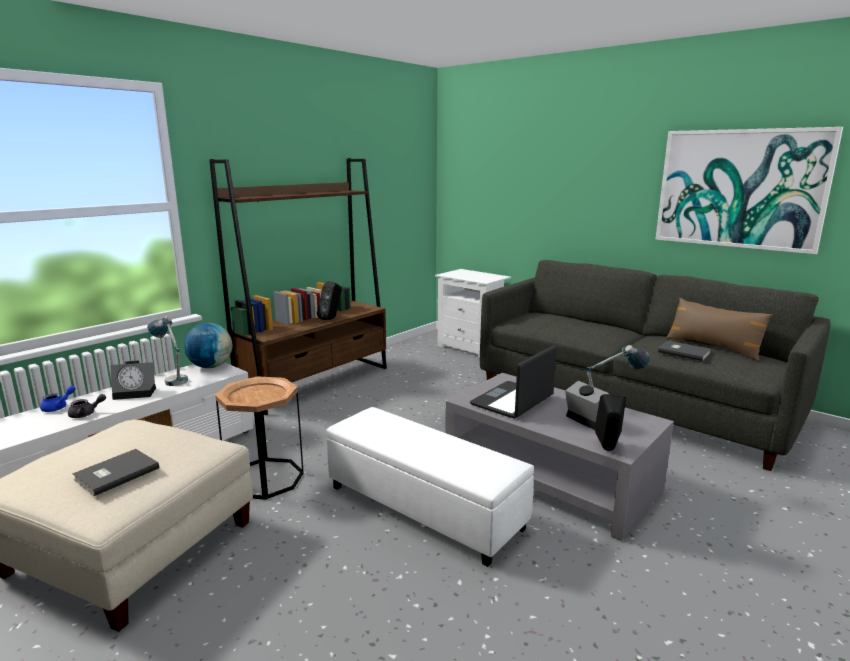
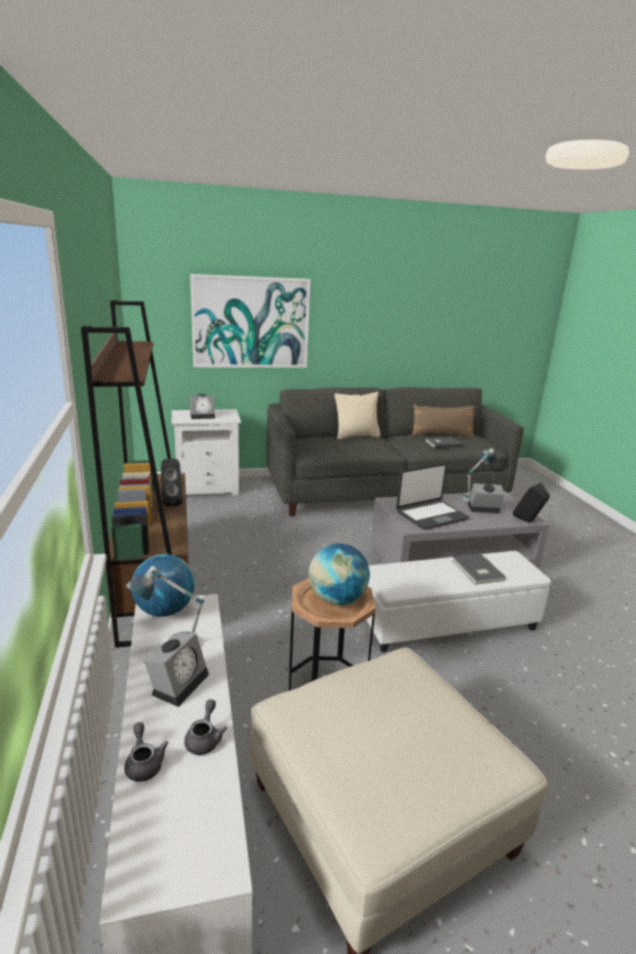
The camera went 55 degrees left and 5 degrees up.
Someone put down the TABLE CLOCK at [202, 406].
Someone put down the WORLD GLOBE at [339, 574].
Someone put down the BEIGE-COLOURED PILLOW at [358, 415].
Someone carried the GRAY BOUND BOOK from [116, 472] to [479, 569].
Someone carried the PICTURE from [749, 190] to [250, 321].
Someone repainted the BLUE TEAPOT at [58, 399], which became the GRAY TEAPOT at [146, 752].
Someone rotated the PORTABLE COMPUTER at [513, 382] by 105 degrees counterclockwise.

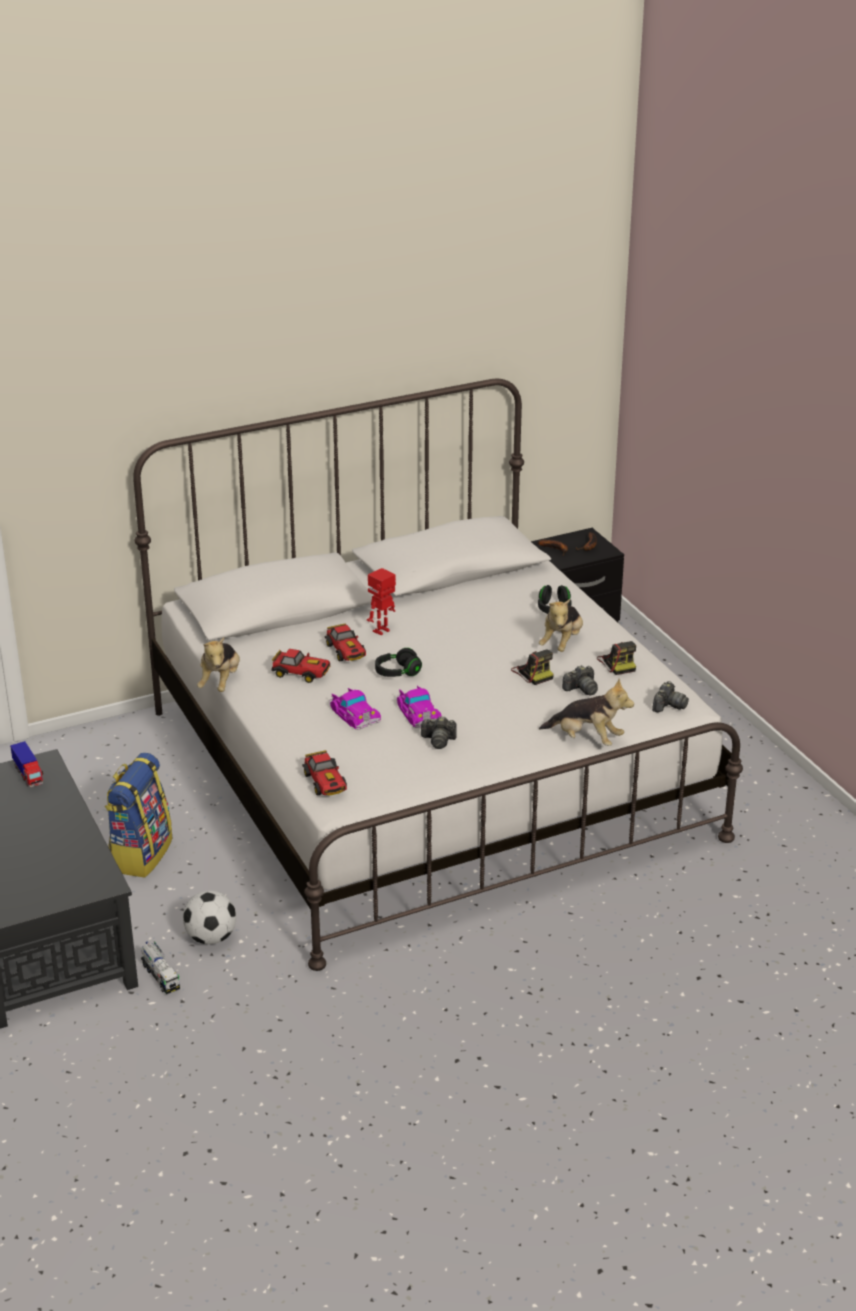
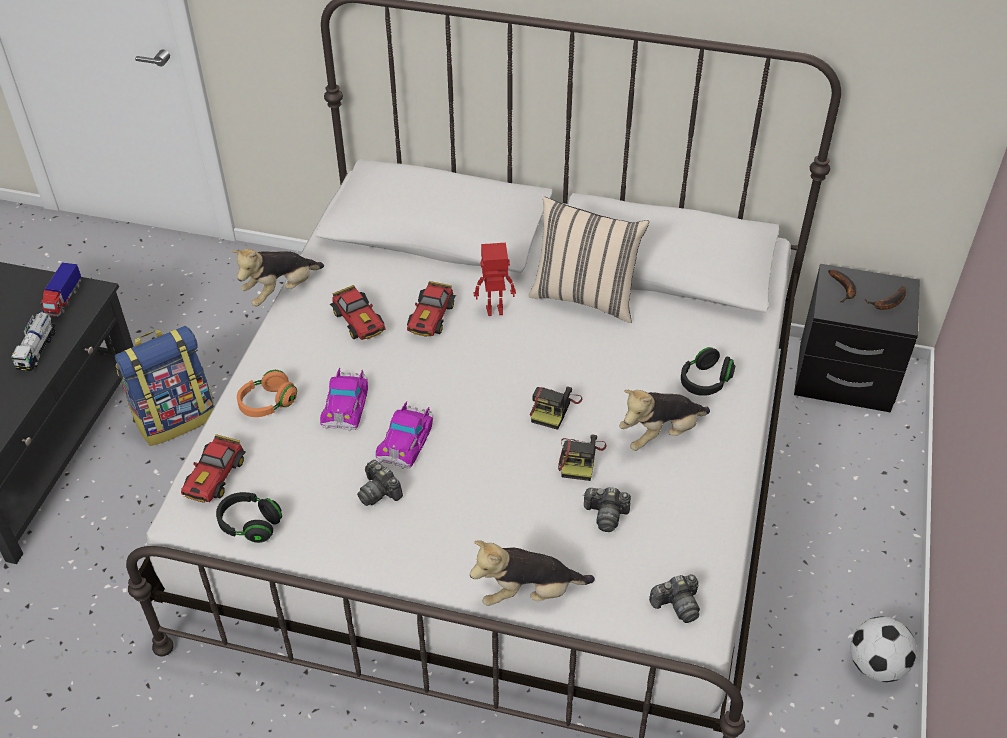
The camera went 40 degrees right and 15 degrees up.
Someone put down the ORANGE HEADPHONES at [267, 393].
Someone put down the BEIGE-COLOURED PILLOW at [588, 260].
Someone carried the TOY LORRY from [160, 967] to [33, 340].
Someone carried the FOOTBALL from [209, 917] to [883, 649].
Someone carried the BLACK-COLOURED HEADPHONES from [398, 662] to [249, 517].
Someone carried the STILL CAMERA from [616, 658] to [556, 408].
Someone rotated the PLUSH TOY at [586, 712] by 105 degrees clockwise.

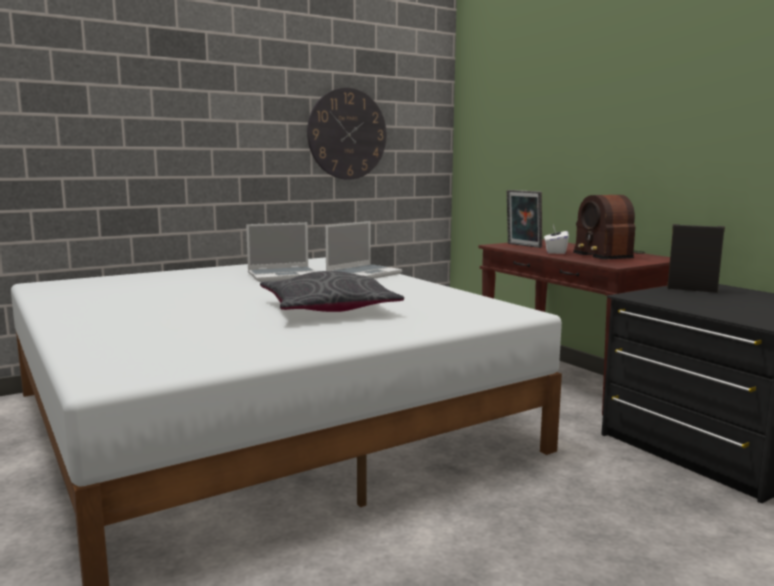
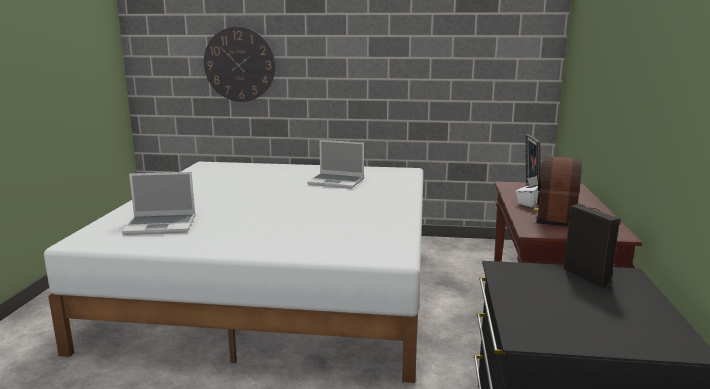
The camera went 40 degrees right and 5 degrees up.
Someone took away the GRAY PILLOW at [332, 291].
Someone carried the WALL CLOCK from [346, 134] to [239, 64].
Someone carried the PORTABLE COMPUTER from [363, 250] to [159, 203].

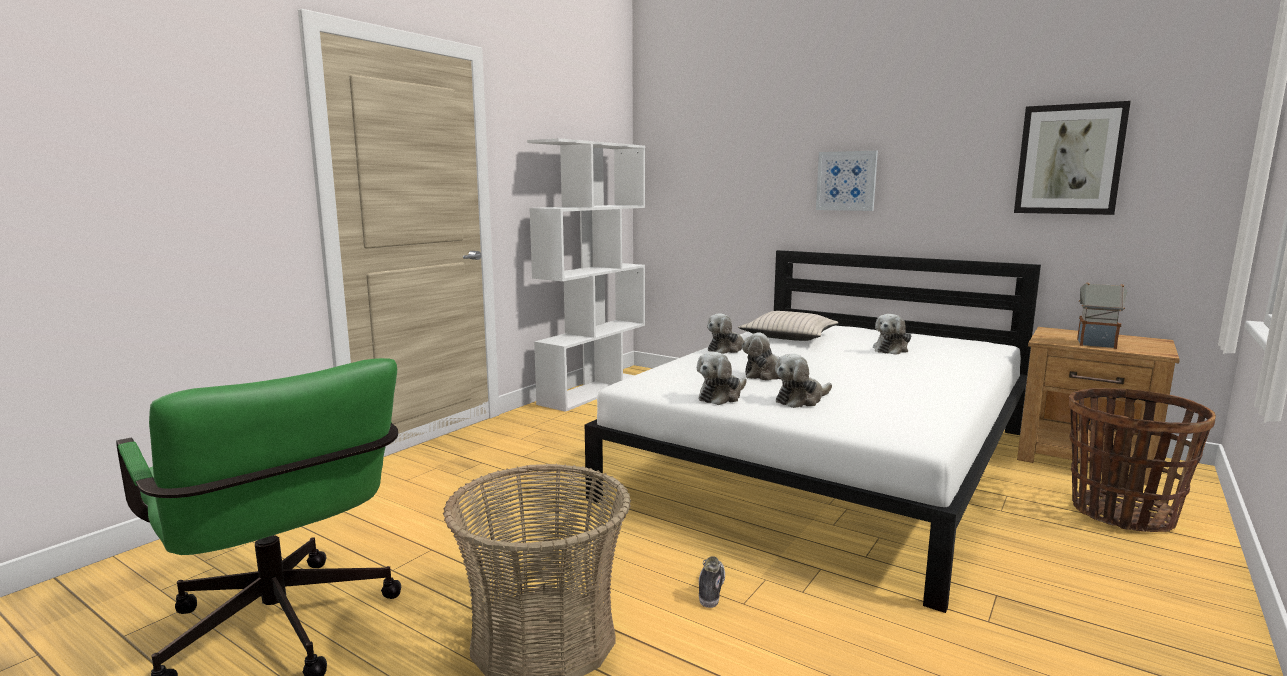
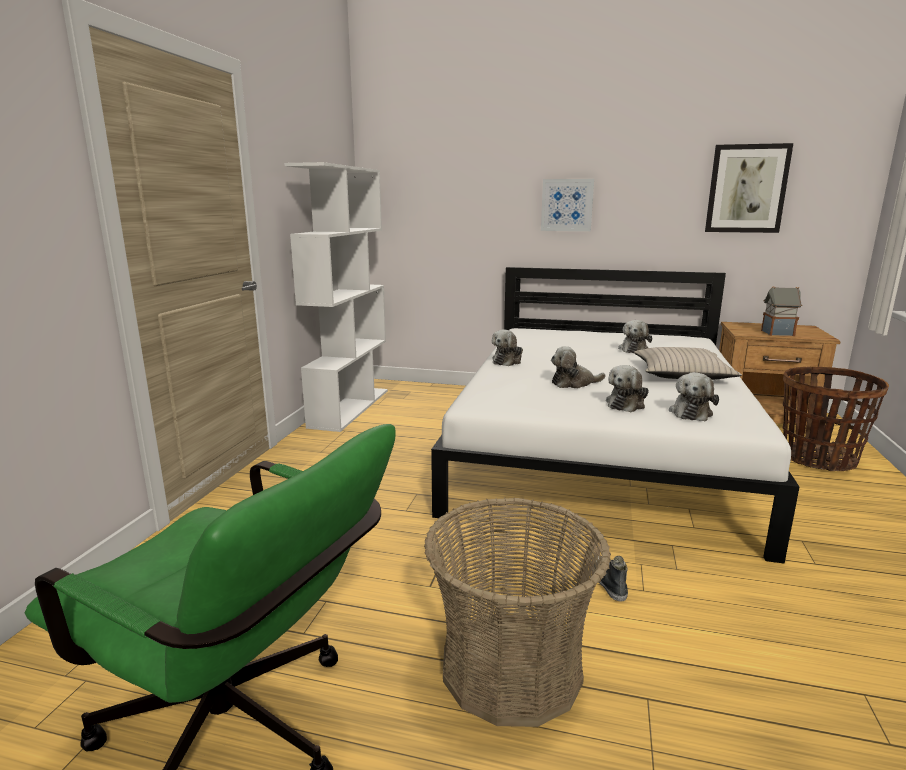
The camera went 20 degrees left and 5 degrees up.
Someone carried the PLUSH TOY from [722, 378] to [694, 396].
Someone carried the BEIGE-COLOURED PILLOW from [788, 326] to [688, 363].

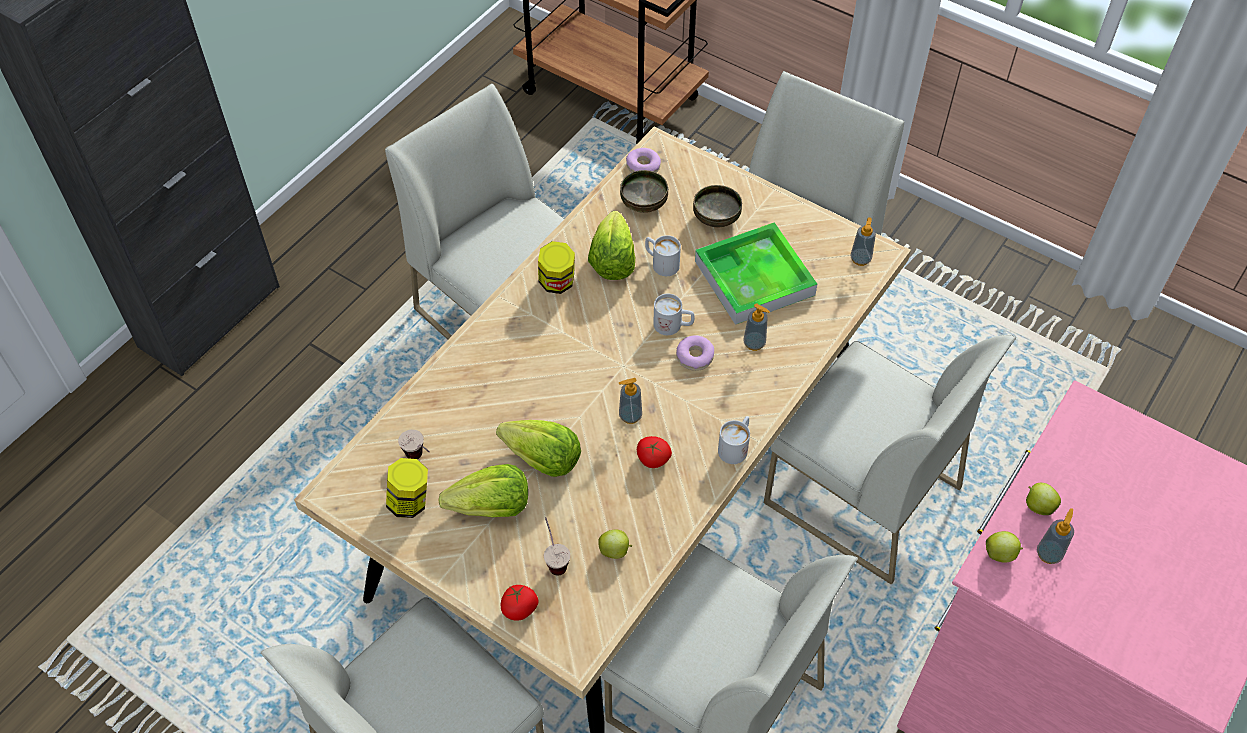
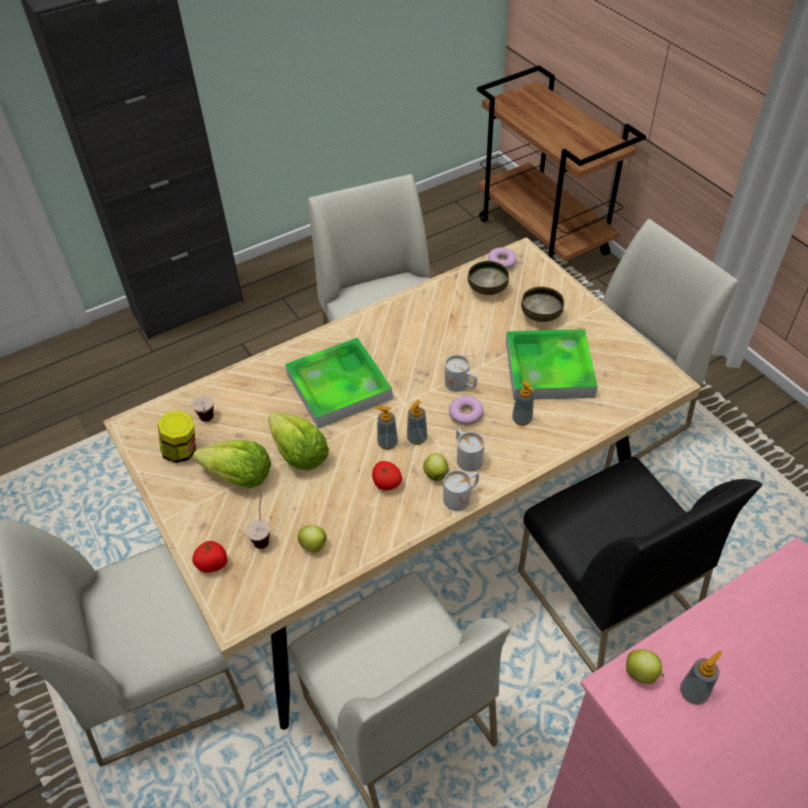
The camera went 25 degrees right and 5 degrees down.
Someone took away the PRESERVE JAR at [556, 267].
Someone took away the LETTUCE HEAD at [611, 245].
Someone put down the CARRYING TRAY at [339, 382].
Someone carried the WHITE-COLOURED TEA MUG from [663, 255] to [470, 450].
Someone carried the SOAP DISPENSER from [863, 241] to [417, 422].
Someone carried the APPLE from [1043, 499] to [436, 467].
Someone repainted the WHITE-COLOURED UPRIGHT CHAIR at [890, 460], which became the BLACK-COLOURED UPRIGHT CHAIR at [640, 565].

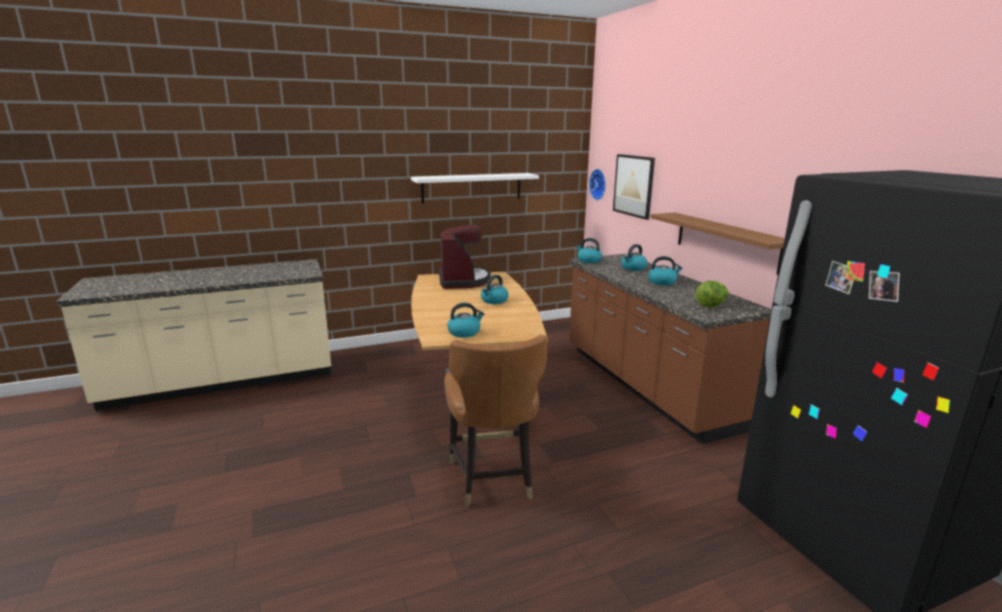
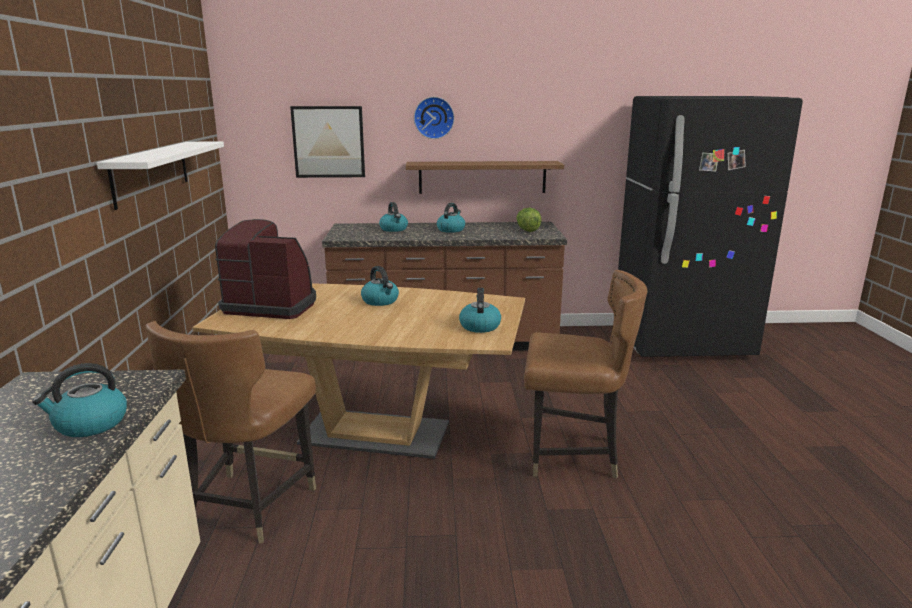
The camera went 70 degrees left and 0 degrees up.
Someone put down the BROWNISH UPRIGHT CHAIR at [231, 432].
Someone carried the TEA KETTLE from [589, 250] to [79, 400].
Someone carried the WALL CLOCK from [597, 184] to [434, 118].

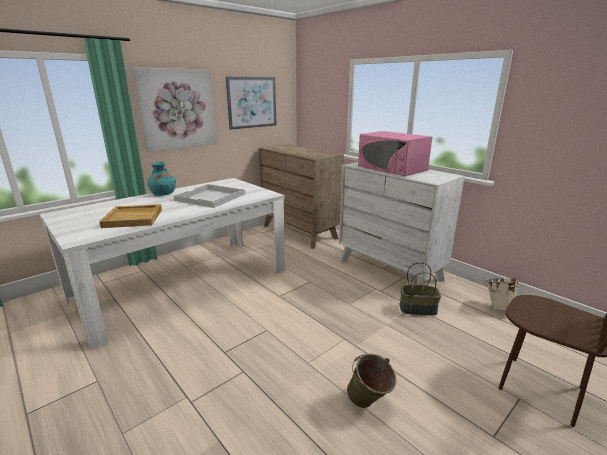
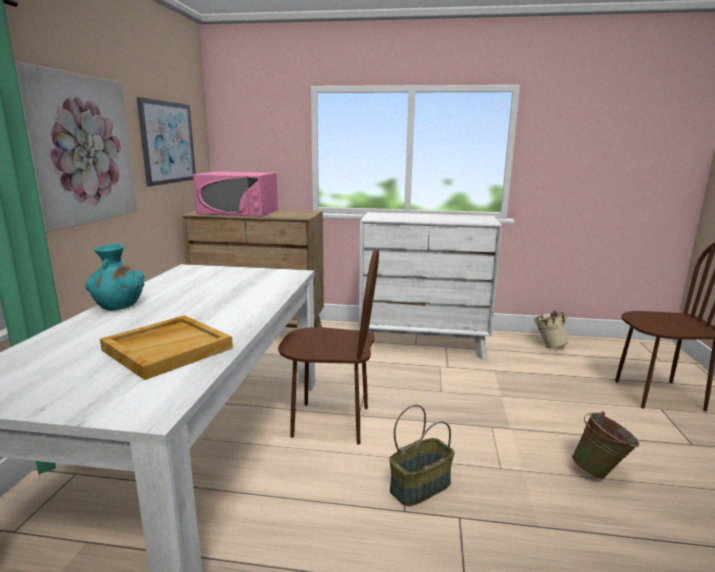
The camera went 40 degrees left and 5 degrees down.
Someone took away the WHITE-COLOURED CARRYING TRAY at [209, 196].
Someone put down the BROWNISH UPRIGHT CHAIR at [328, 346].
Someone carried the PINK-COLOURED KITCHEN MICROWAVE from [395, 153] to [235, 194].
Someone carried the HOUSEHOLD BASKET from [420, 288] to [422, 455].

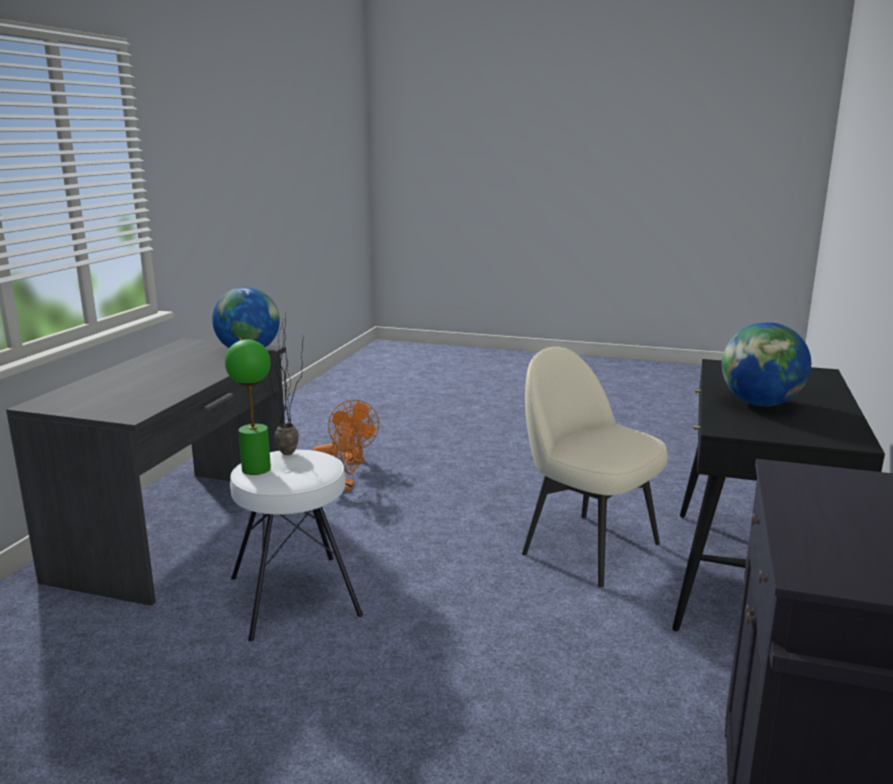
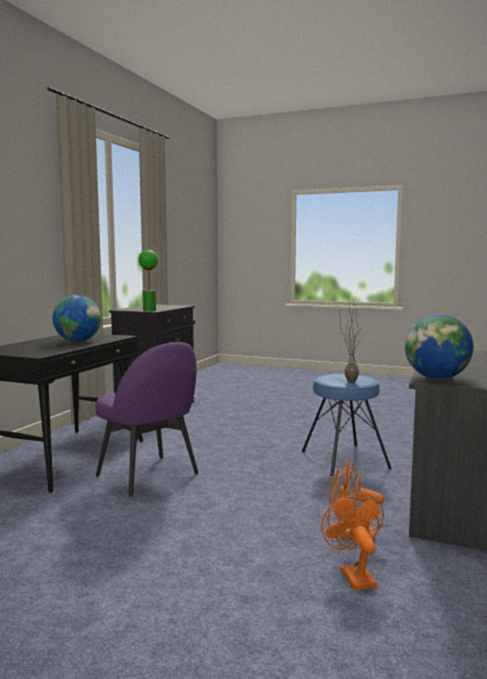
The camera went 175 degrees left and 10 degrees down.
Someone carried the GREEN LAMP FOR A TABLE from [248, 407] to [148, 280].
Someone repainted the WHITE-COLOURED STOOL at [296, 545], which became the BLUE STOOL at [347, 425].
Someone repainted the BEIGE-COLOURED UPRIGHT CHAIR at [595, 467], which became the PURPLISH UPRIGHT CHAIR at [147, 419].

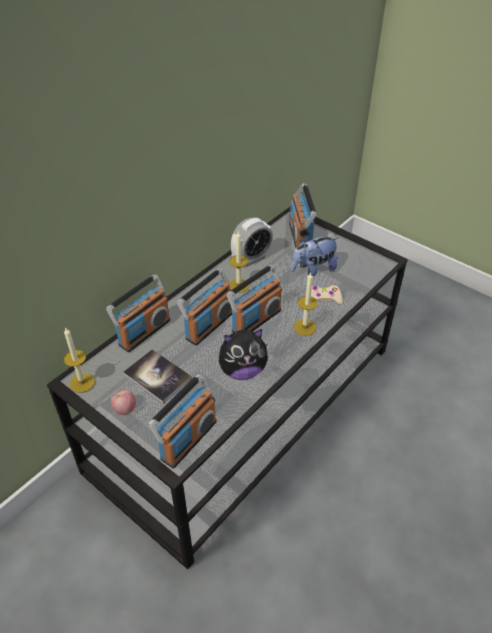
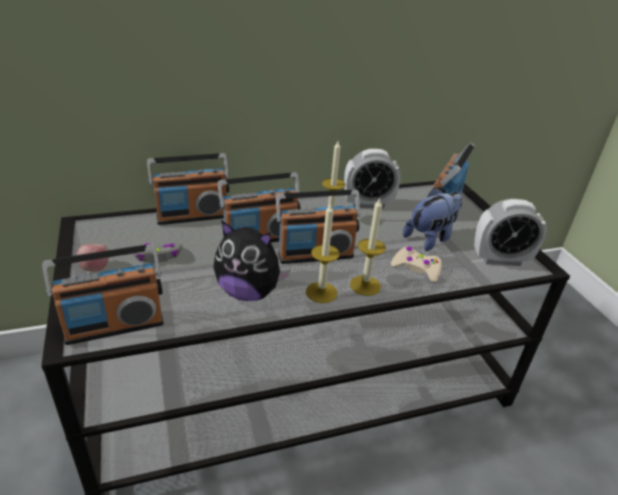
The camera went 30 degrees right and 10 degrees down.
Someone put down the TABLE CLOCK at [510, 232].
Someone carried the WAX CANDLE from [79, 360] to [323, 252].
Someone swapped the BOUND BOOK at [157, 376] for the GRAY JOYPAD at [157, 253].
Someone rotated the PLUSH TOY at [315, 255] by 135 degrees clockwise.

